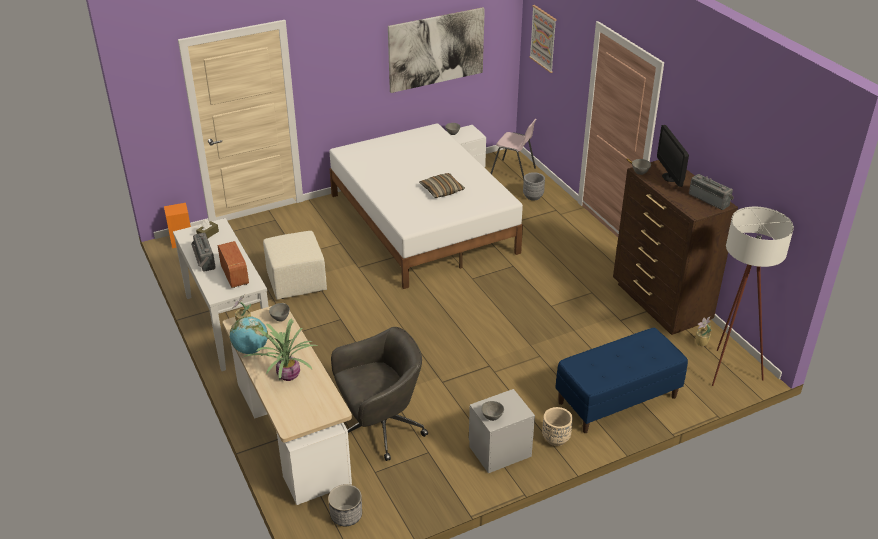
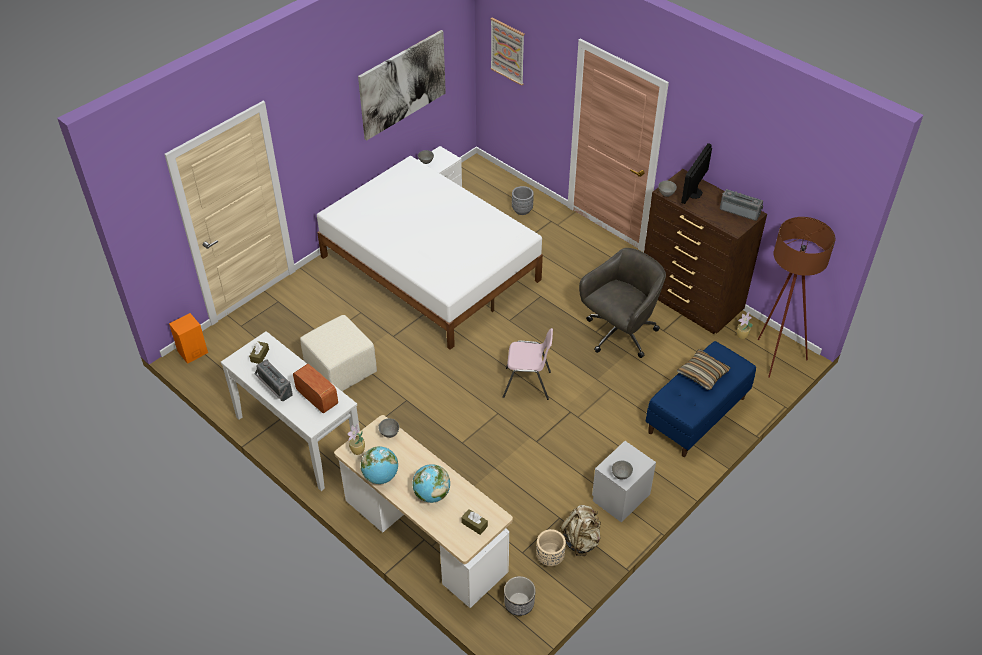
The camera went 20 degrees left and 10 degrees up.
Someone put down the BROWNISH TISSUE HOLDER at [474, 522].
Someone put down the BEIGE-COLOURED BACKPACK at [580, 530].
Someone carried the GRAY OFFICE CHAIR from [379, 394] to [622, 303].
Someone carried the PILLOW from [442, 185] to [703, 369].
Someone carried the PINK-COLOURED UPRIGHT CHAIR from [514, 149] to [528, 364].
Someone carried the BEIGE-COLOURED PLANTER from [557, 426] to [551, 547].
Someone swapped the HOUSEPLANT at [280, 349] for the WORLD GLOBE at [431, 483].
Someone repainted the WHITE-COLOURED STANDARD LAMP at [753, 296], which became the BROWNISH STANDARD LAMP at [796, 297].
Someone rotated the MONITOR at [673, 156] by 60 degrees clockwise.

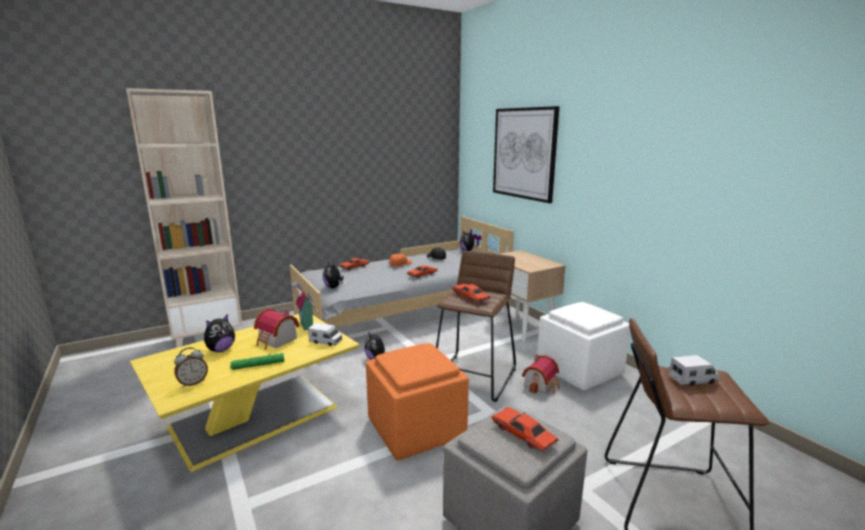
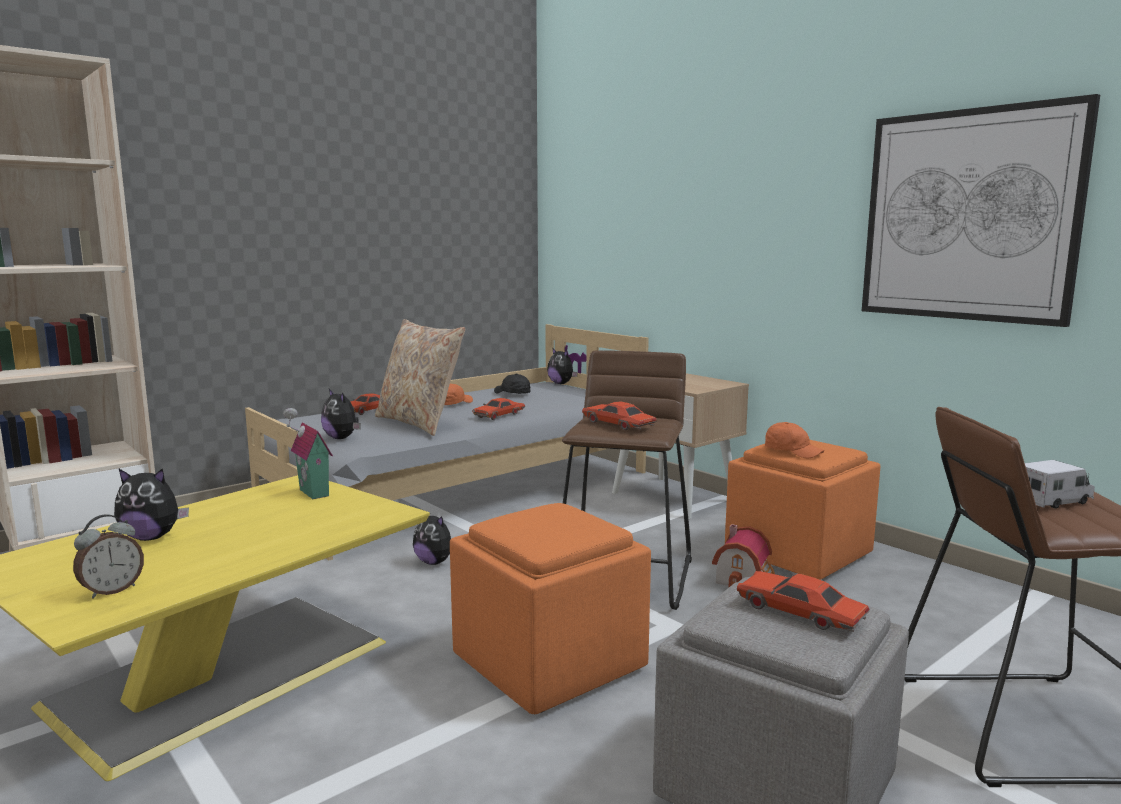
The camera went 10 degrees left and 5 degrees down.
Someone took away the GREEN TORCH at [257, 361].
Someone took away the MODEL HOUSE at [277, 329].
Someone took away the TOY LORRY at [325, 334].
Someone put down the BEIGE-COLOURED PILLOW at [420, 377].
Someone put down the ORANGE CAP at [794, 440].
Someone carried the PICTURE from [526, 154] to [981, 210].
Someone repainted the WHITE-COLOURED FOOTREST at [583, 346], which became the ORANGE FOOTREST at [802, 510].
Someone rotated the PLUSH TOY at [219, 333] by 60 degrees clockwise.

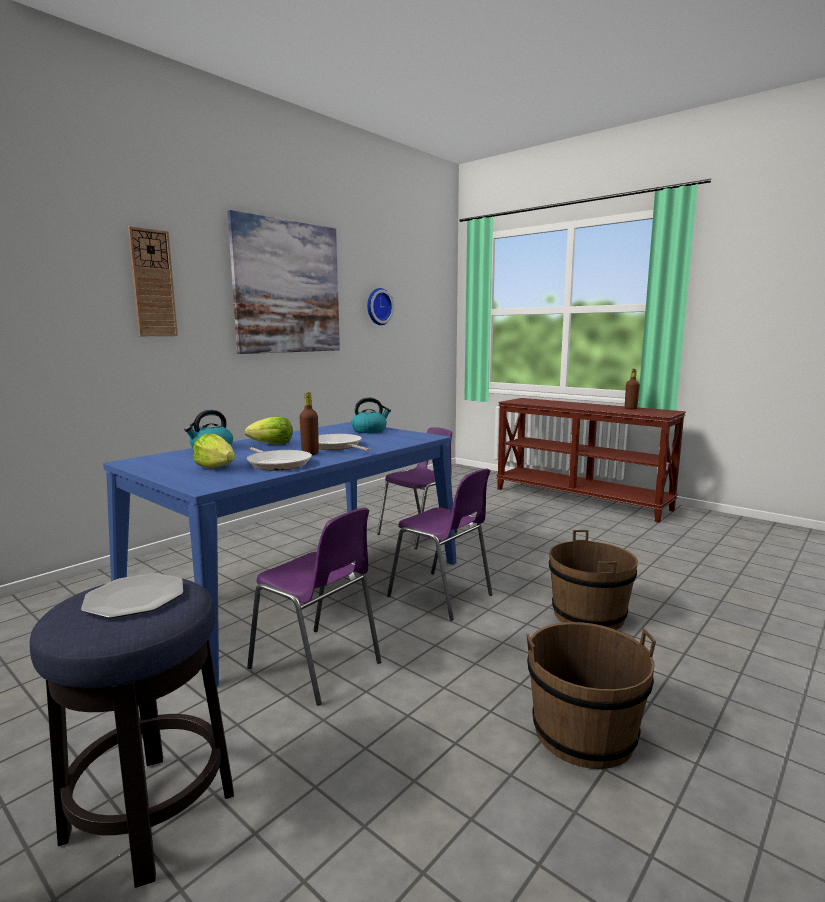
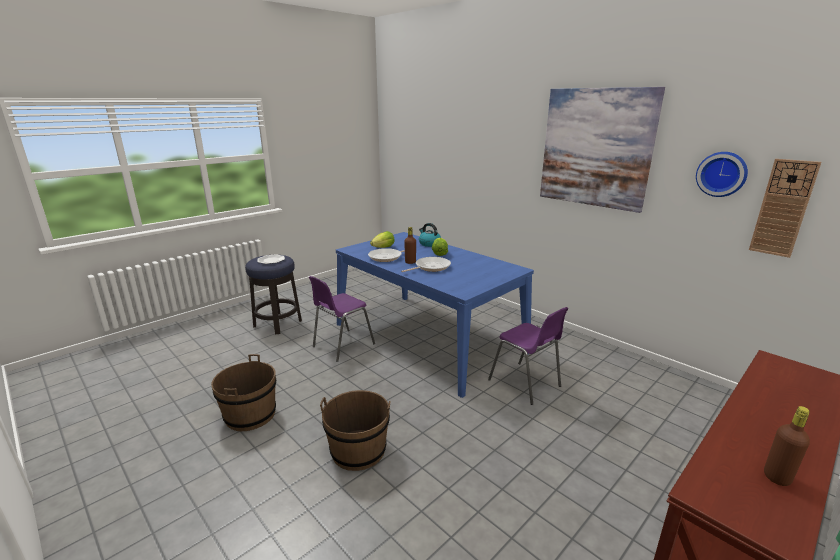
The camera went 95 degrees right and 10 degrees up.
Someone took away the TEA KETTLE at [371, 415].
Someone took away the PURPLISH UPRIGHT CHAIR at [440, 545].
Someone carried the WALL CLOCK from [153, 281] to [785, 208].

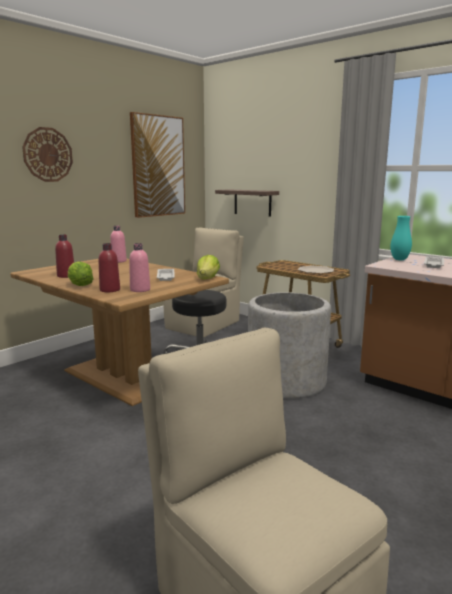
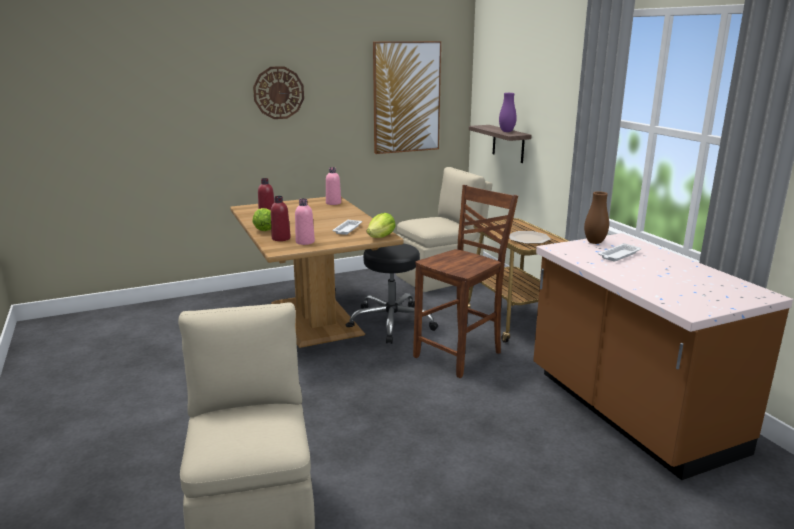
The camera went 25 degrees right and 5 degrees up.
Someone put down the PURPLISH DECORATIVE VASE at [508, 112].
Someone swapped the GRAY PLANTER at [289, 345] for the BROWNISH UPRIGHT CHAIR at [465, 281].
Someone repainted the BLUE-GREEN DECORATIVE VASE at [401, 238], which became the BROWNISH DECORATIVE VASE at [596, 217].

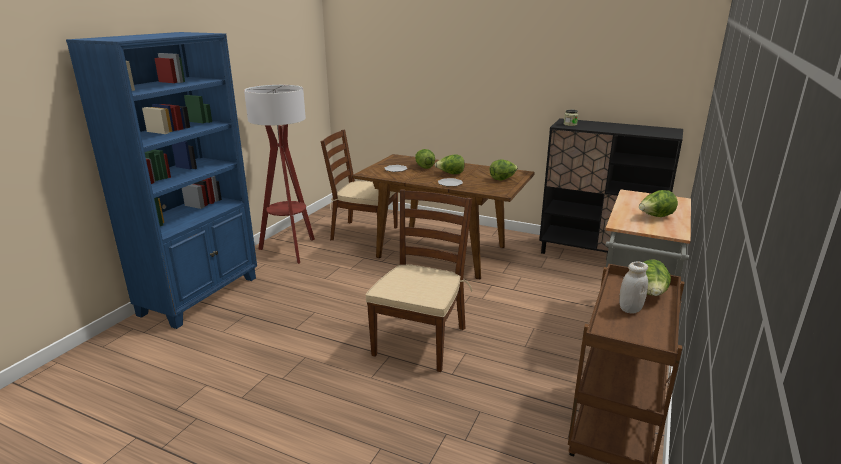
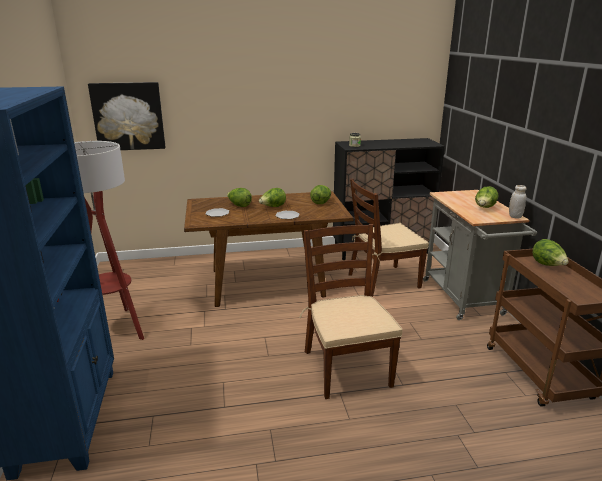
The camera went 35 degrees left and 0 degrees up.
Someone put up the PICTURE at [127, 116].
Someone carried the BROWNISH UPRIGHT CHAIR from [359, 185] to [388, 237].
Someone carried the WHITE-COLOURED PRESERVE JAR from [633, 287] to [518, 202].

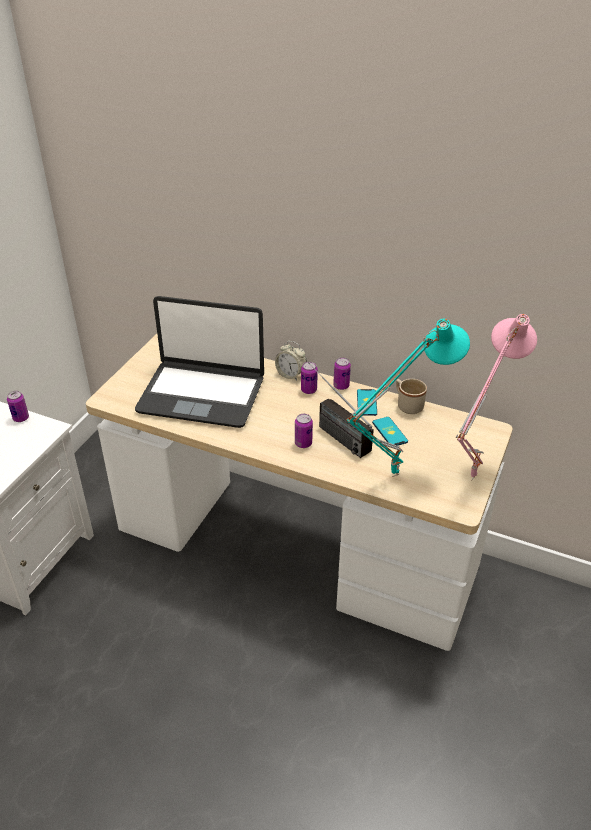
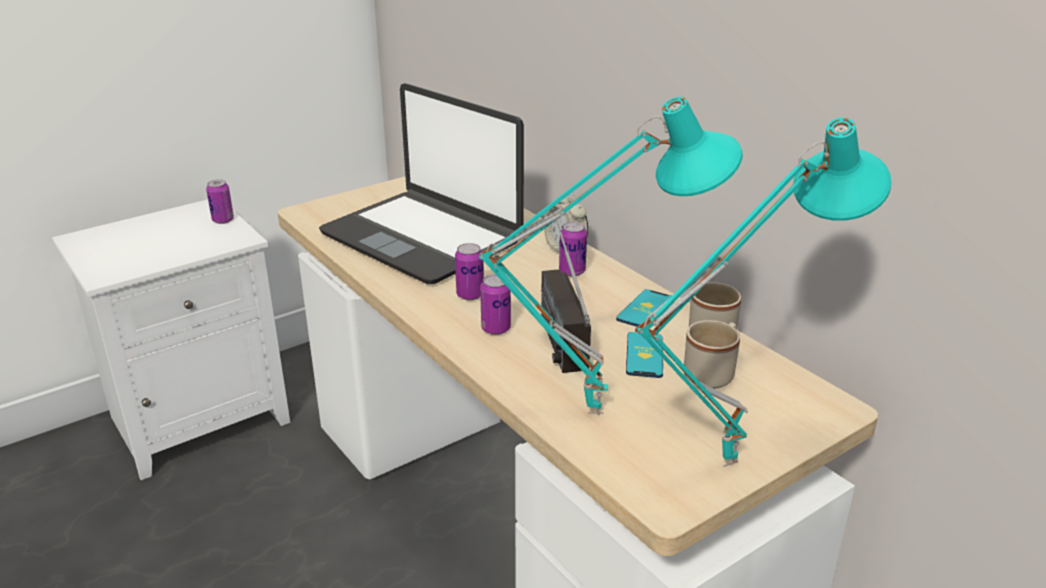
The camera went 30 degrees right and 10 degrees down.
Someone put down the BEIGE-COLOURED TEA MUG at [712, 354].
Someone carried the SEALED CAN from [342, 374] to [469, 271].
Someone repainted the PINK-COLOURED LAMP FOR A TABLE at [496, 397], which became the BLUE-GREEN LAMP FOR A TABLE at [763, 292].

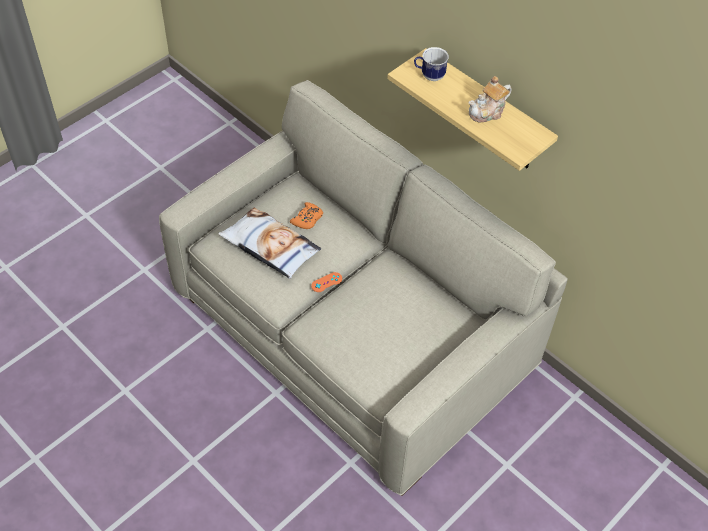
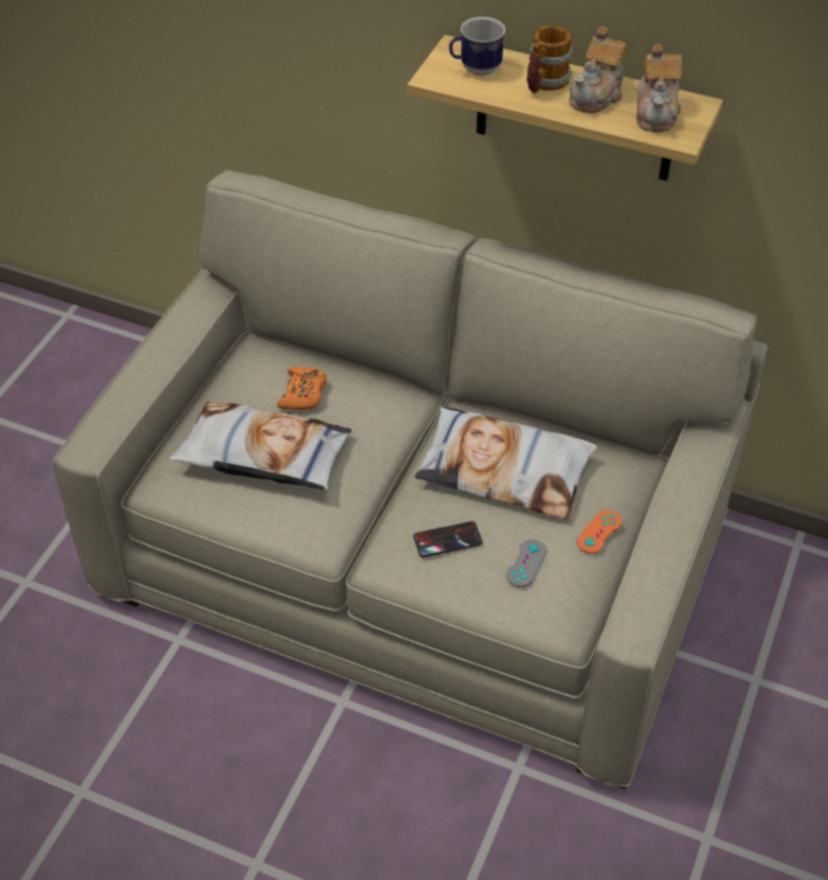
The camera went 20 degrees left and 5 degrees down.
Someone put down the TELEPHONE at [448, 539].
Someone put down the PILLOW at [506, 462].
Someone put down the GRAY JOYPAD at [526, 563].
Someone put down the TEA MUG at [550, 59].
Someone put down the TEAPOT at [659, 88].
Someone carried the ORANGE JOYPAD from [326, 282] to [599, 532].

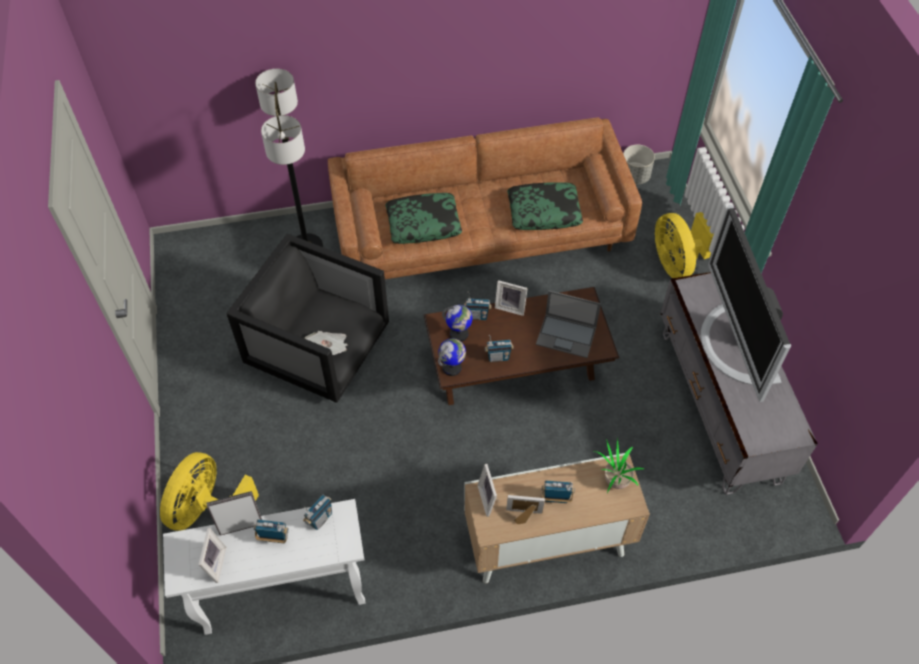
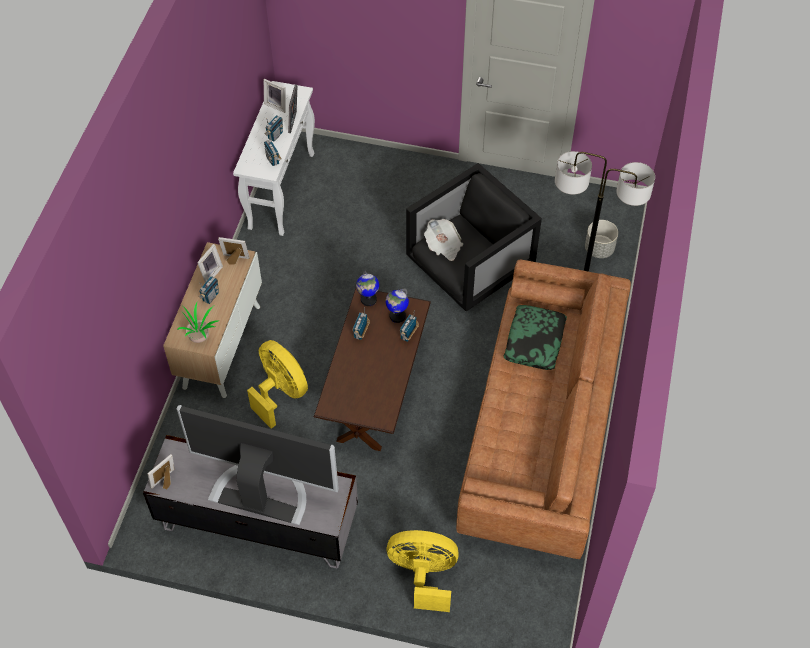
The camera went 115 degrees right and 0 degrees up.
Someone took away the PILLOW at [545, 206].
Someone took away the PORTABLE COMPUTER at [568, 324].
Someone carried the YELLOW COOLING FAN from [209, 491] to [277, 384].
Someone carried the PICTURE FRAME from [511, 298] to [160, 471].
Someone carried the GRAY PLANTER from [639, 165] to [601, 239].

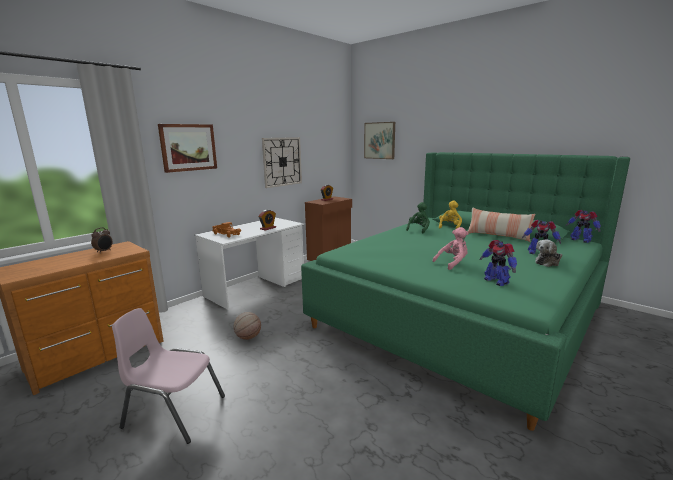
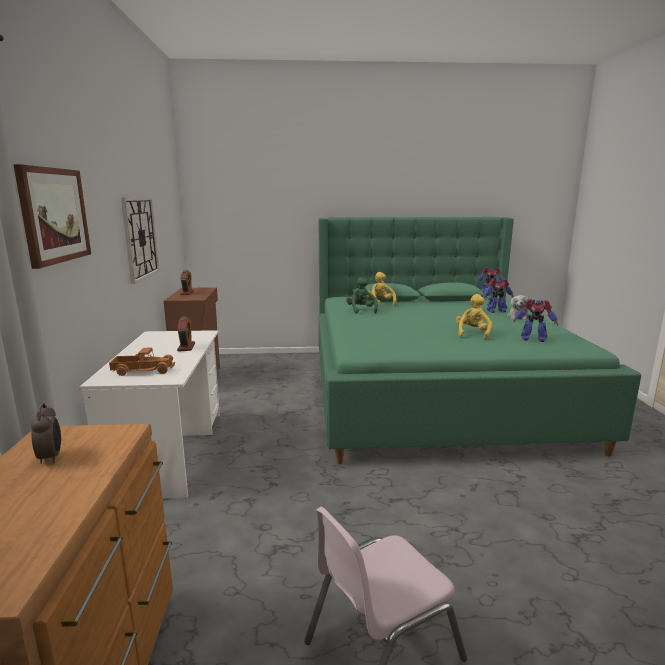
The camera went 45 degrees left and 0 degrees up.
Someone took away the BALL FOR BASKETBALL at [247, 326].
Someone took away the PICTURE at [379, 140].
Someone took away the PILLOW at [501, 224].
Someone repainted the PINK-COLOURED PLUSH TOY at [451, 248], which became the YELLOW PLUSH TOY at [474, 317].

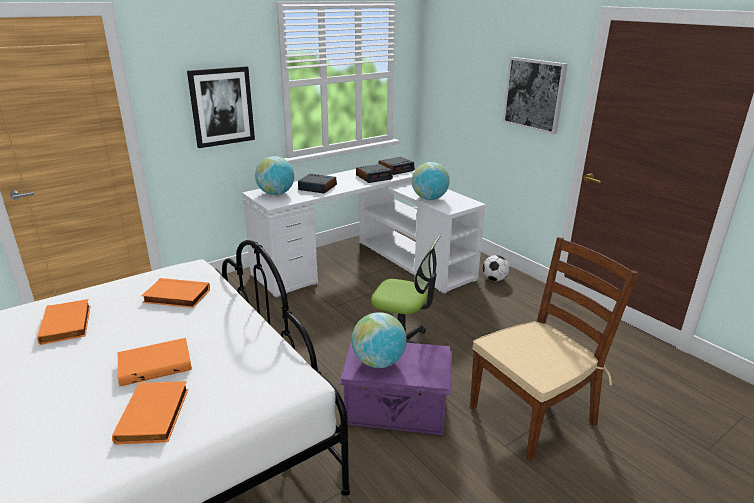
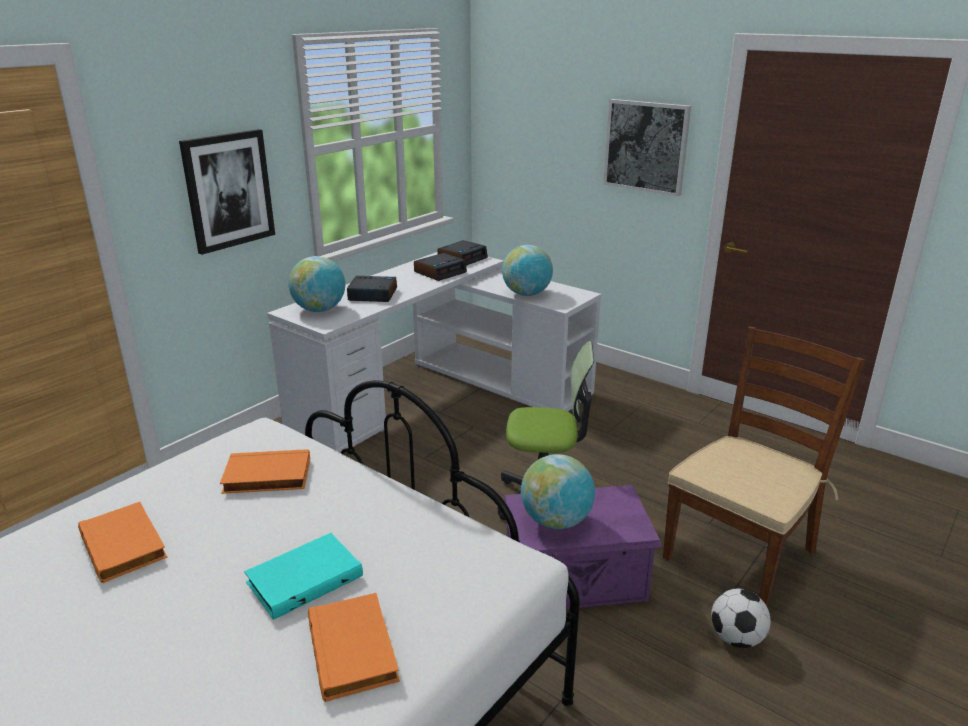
The camera went 15 degrees left and 0 degrees up.
Someone carried the FOOTBALL from [496, 268] to [741, 618].
Someone repainted the ORANGE BOUND BOOK at [155, 362], which became the BLUE-GREEN BOUND BOOK at [303, 576].

